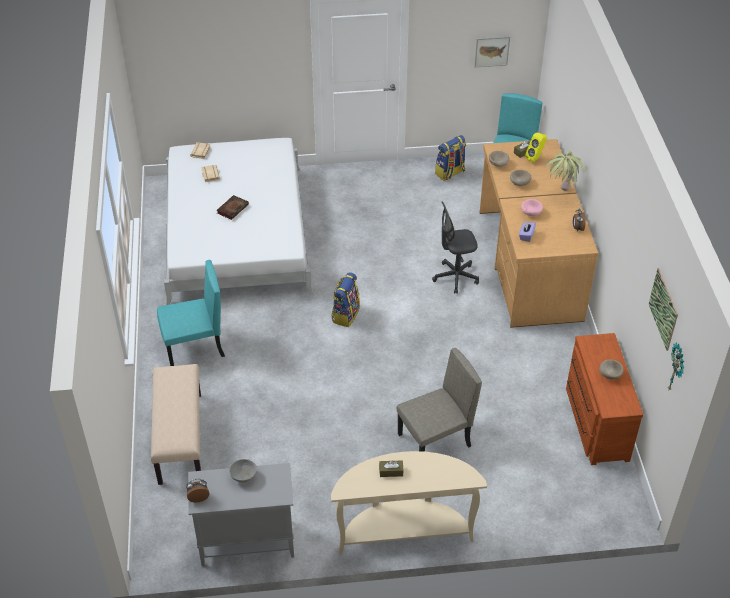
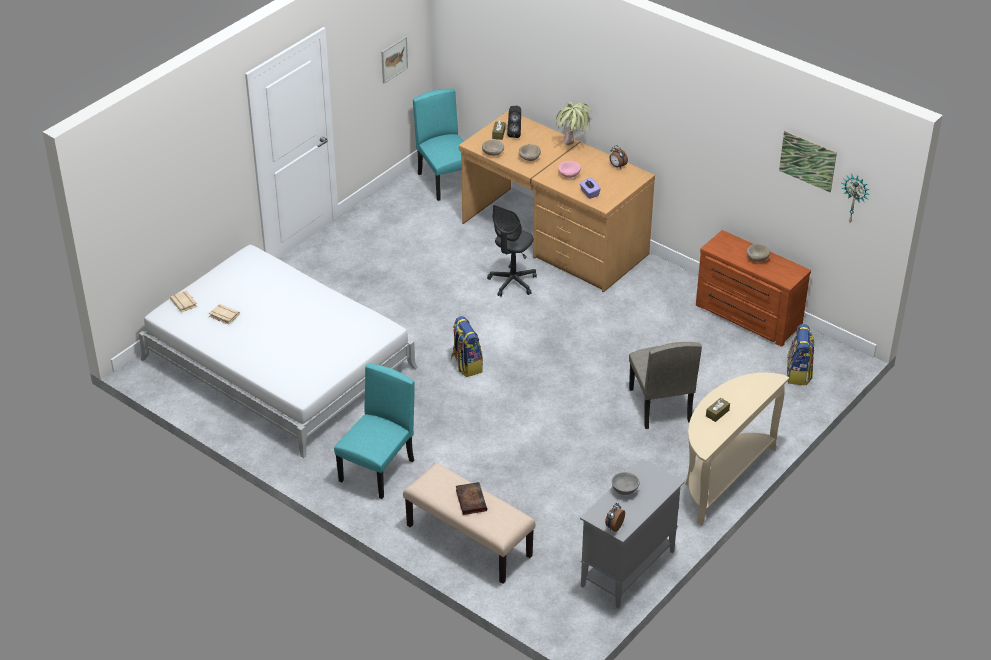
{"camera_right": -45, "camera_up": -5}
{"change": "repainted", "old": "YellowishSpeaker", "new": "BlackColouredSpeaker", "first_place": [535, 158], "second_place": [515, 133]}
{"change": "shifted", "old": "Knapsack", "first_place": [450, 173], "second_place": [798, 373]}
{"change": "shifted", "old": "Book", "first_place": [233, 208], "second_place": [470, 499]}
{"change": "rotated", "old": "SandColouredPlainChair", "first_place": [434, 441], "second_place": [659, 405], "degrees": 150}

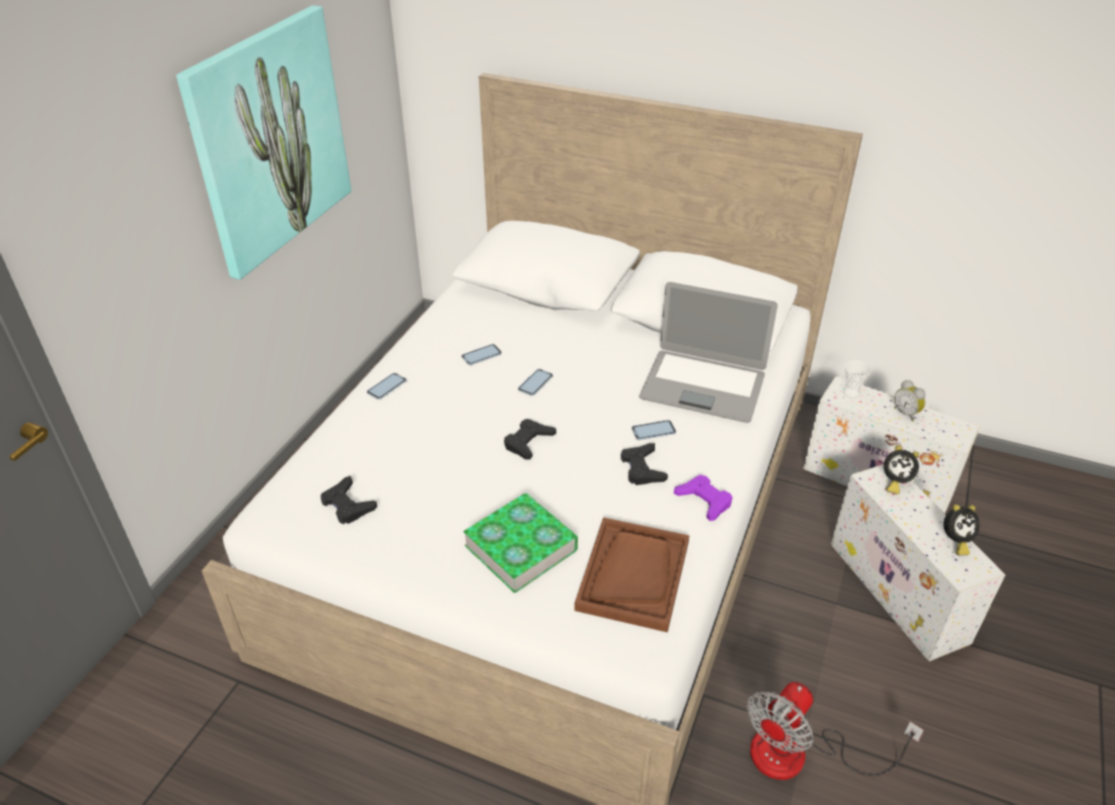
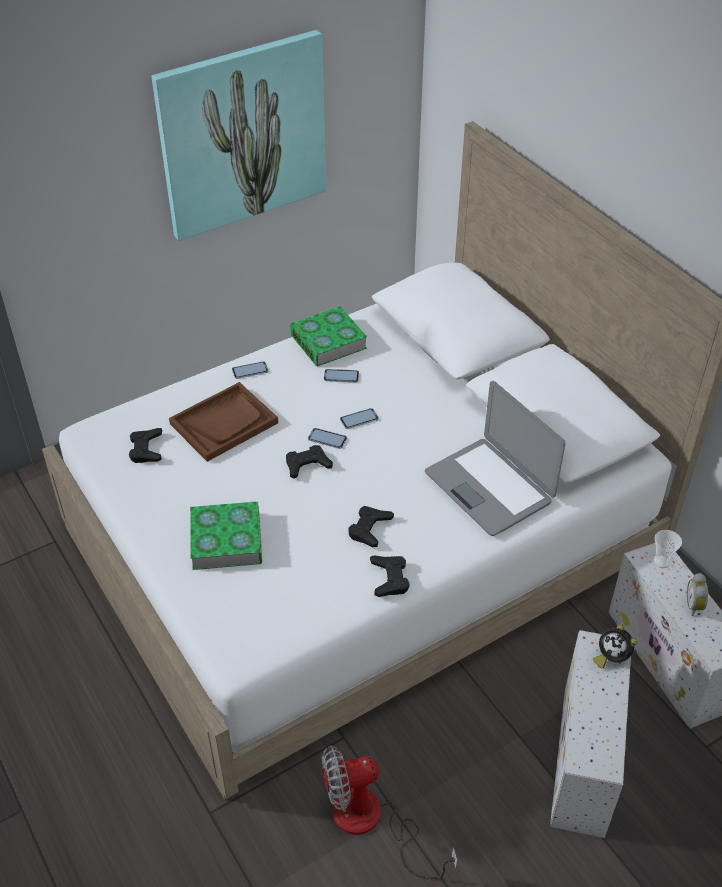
{"camera_right": 35, "camera_up": 5}
{"change": "shifted", "old": "Telephone", "first_place": [653, 431], "second_place": [327, 439]}
{"change": "repainted", "old": "PurpleColouredJoypad", "new": "BlackColouredJoypad", "first_place": [704, 501], "second_place": [389, 578]}
{"change": "gone", "old": "BedsideClock", "first_place": [954, 541]}
{"change": "shifted", "old": "BrownServingTray", "first_place": [633, 575], "second_place": [224, 423]}
{"change": "new", "new": "Book", "second_place": [328, 341]}

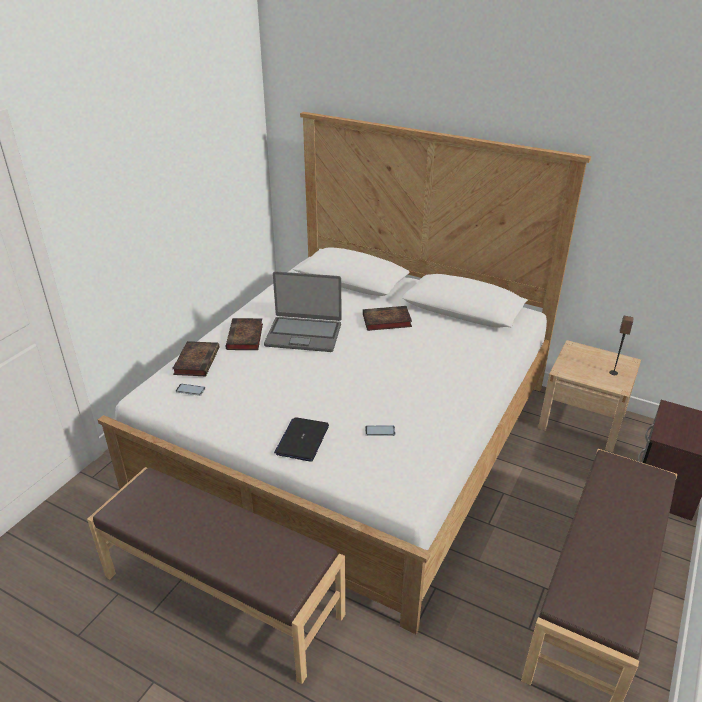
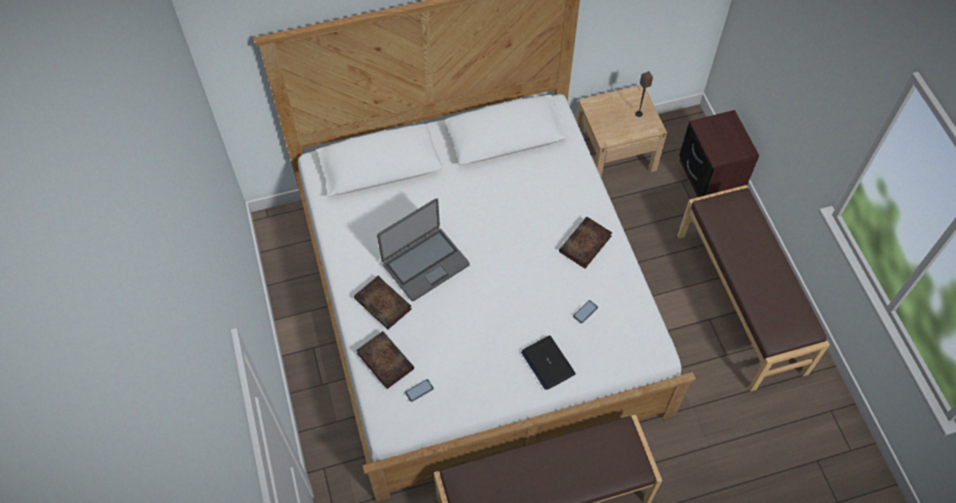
{"camera_right": -45, "camera_up": 25}
{"change": "shifted", "old": "Book", "first_place": [385, 321], "second_place": [585, 245]}

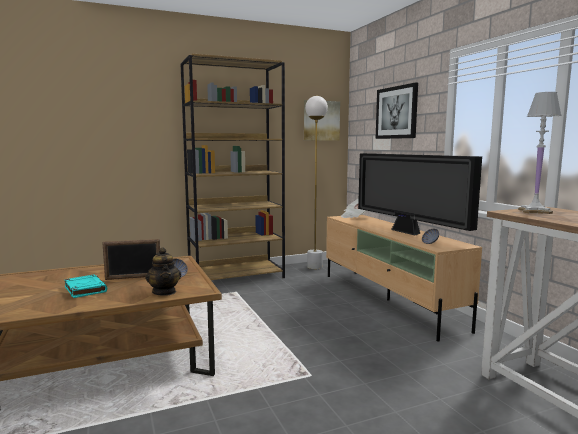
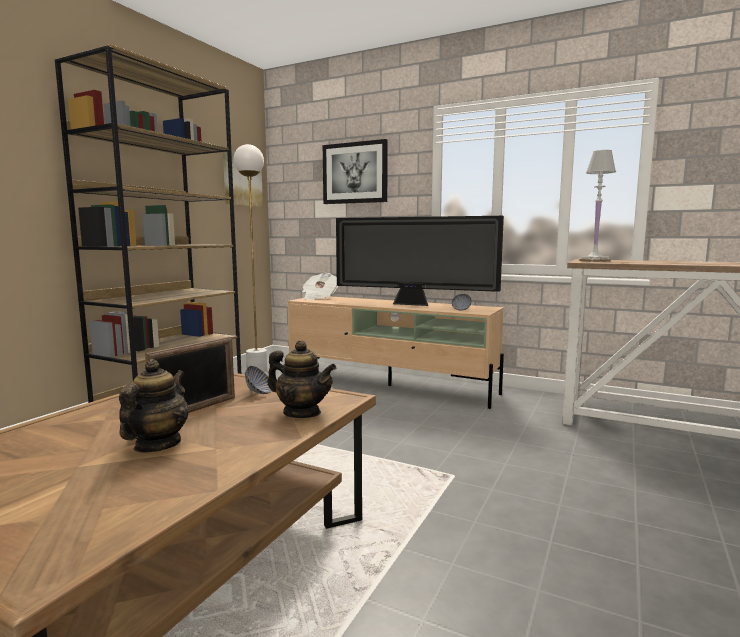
{"camera_right": -40, "camera_up": 0}
{"change": "swapped", "old": "BlueGreenBook", "new": "TeaPot", "first_place": [85, 289], "second_place": [157, 445]}

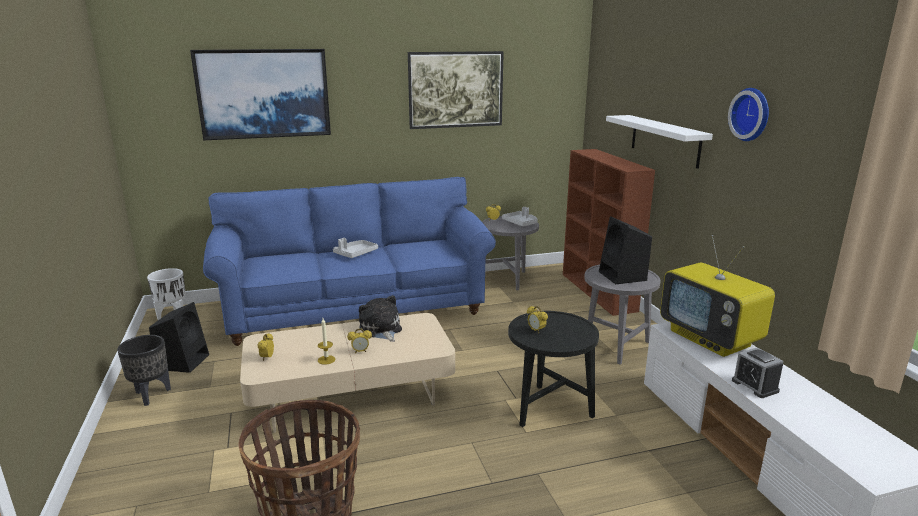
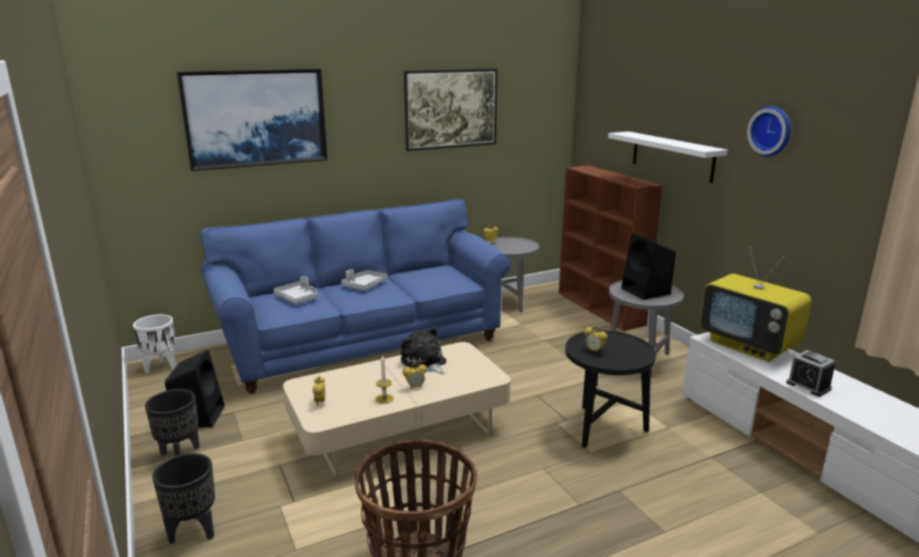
{"camera_right": -10, "camera_up": 0}
{"change": "shifted", "old": "GrayServingTray", "first_place": [520, 223], "second_place": [298, 298]}
{"change": "new", "new": "BlackColouredPlanter", "second_place": [192, 532]}

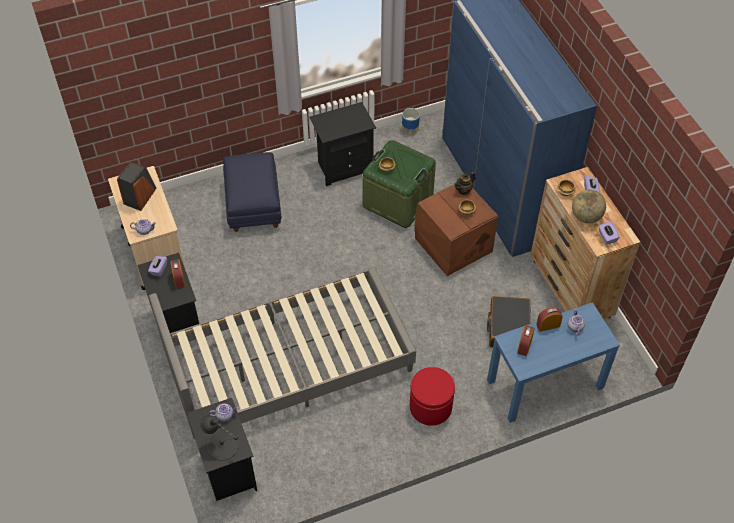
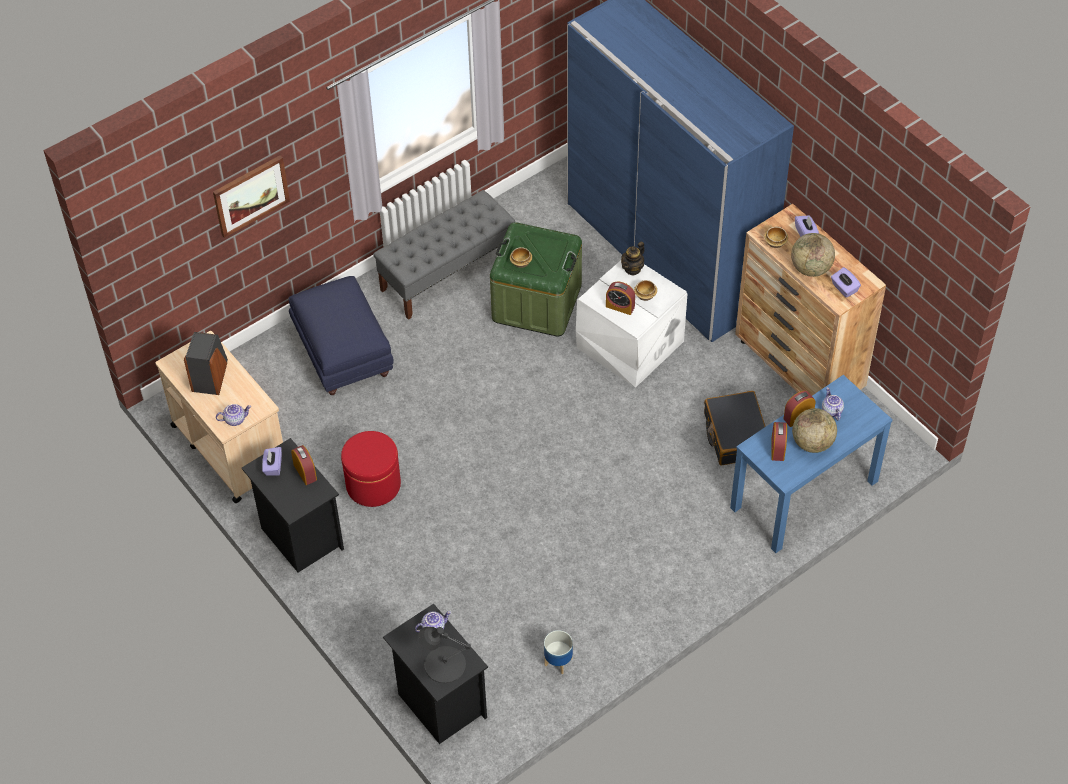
{"camera_right": -15, "camera_up": 0}
{"change": "swapped", "old": "BlackColouredNightTable", "new": "GrayBench", "first_place": [344, 167], "second_place": [447, 273]}
{"change": "shifted", "old": "Planter", "first_place": [410, 130], "second_place": [558, 661]}
{"change": "repainted", "old": "BrownStorageBin", "new": "WhiteColouredStorageBin", "first_place": [453, 246], "second_place": [630, 346]}
{"change": "gone", "old": "GraySleepingBed", "first_place": [289, 364]}
{"change": "shifted", "old": "RedColouredPouffe", "first_place": [430, 407], "second_place": [373, 485]}
{"change": "new", "new": "Picture", "second_place": [250, 195]}
{"change": "new", "new": "BedsideClock", "second_place": [620, 306]}
{"change": "new", "new": "DeskGlobe", "second_place": [812, 443]}

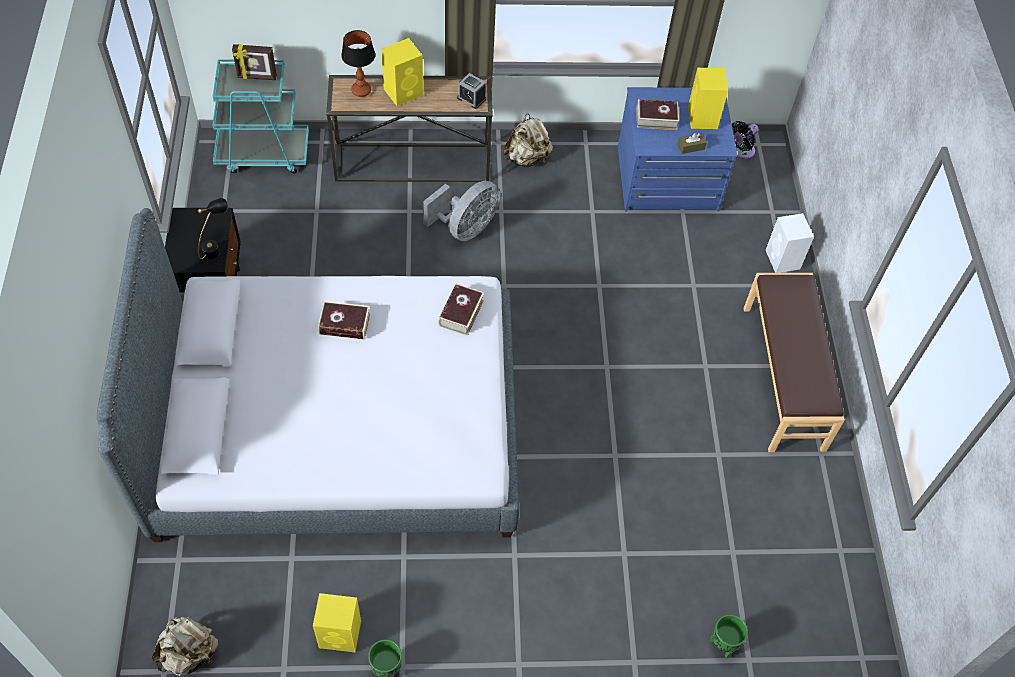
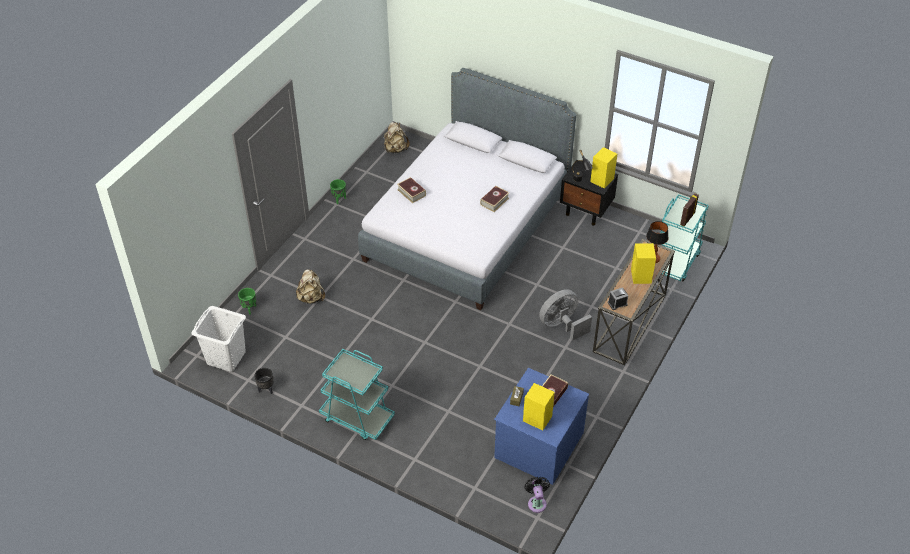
{"camera_right": 125, "camera_up": -10}
{"change": "shifted", "old": "SandColouredKnapsack", "first_place": [527, 158], "second_place": [311, 298]}
{"change": "rotated", "old": "GrayElectricFan", "first_place": [466, 228], "second_place": [562, 325], "degrees": 75}
{"change": "gone", "old": "WhiteColouredSpeaker", "first_place": [783, 260]}
{"change": "swapped", "old": "BrownBench", "new": "BlueGreenWheeledCart", "first_place": [784, 377], "second_place": [357, 418]}
{"change": "shifted", "old": "Book", "first_place": [461, 313], "second_place": [411, 192]}
{"change": "shifted", "old": "YellowishSpeaker", "first_place": [341, 634], "second_place": [601, 180]}
{"change": "new", "new": "WhiteColouredWashingBasket", "second_place": [226, 357]}
{"change": "new", "new": "BlackColouredPlanter", "second_place": [266, 389]}

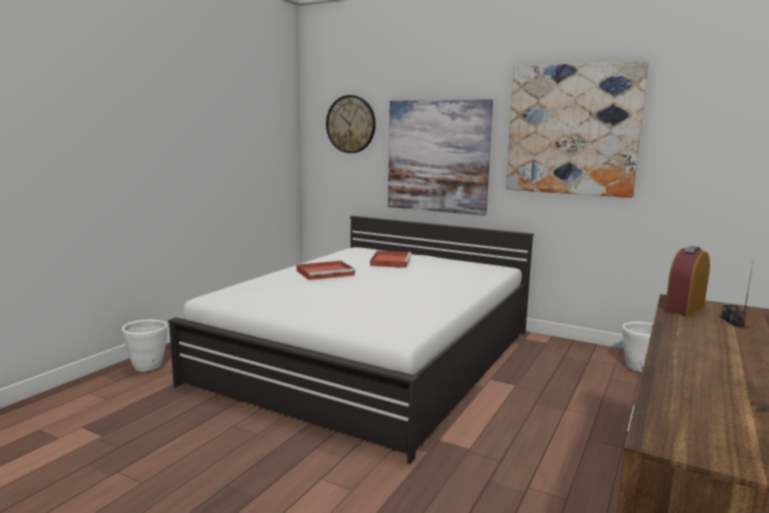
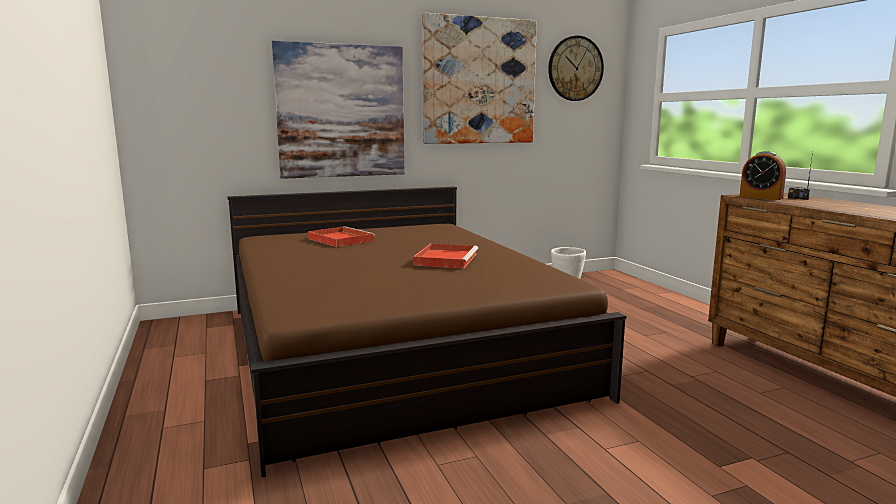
{"camera_right": -50, "camera_up": 0}
{"change": "shifted", "old": "WallClock", "first_place": [351, 124], "second_place": [575, 68]}
{"change": "repainted", "old": "WhiteColouredSleepingBed", "new": "BrownSleepingBed", "first_place": [373, 355], "second_place": [391, 348]}
{"change": "rotated", "old": "BedsideClock", "first_place": [684, 308], "second_place": [760, 197], "degrees": -45}
{"change": "shifted", "old": "RedColouredServingTray", "first_place": [326, 272], "second_place": [446, 259]}
{"change": "gone", "old": "WhiteColouredPlanter", "first_place": [148, 367]}

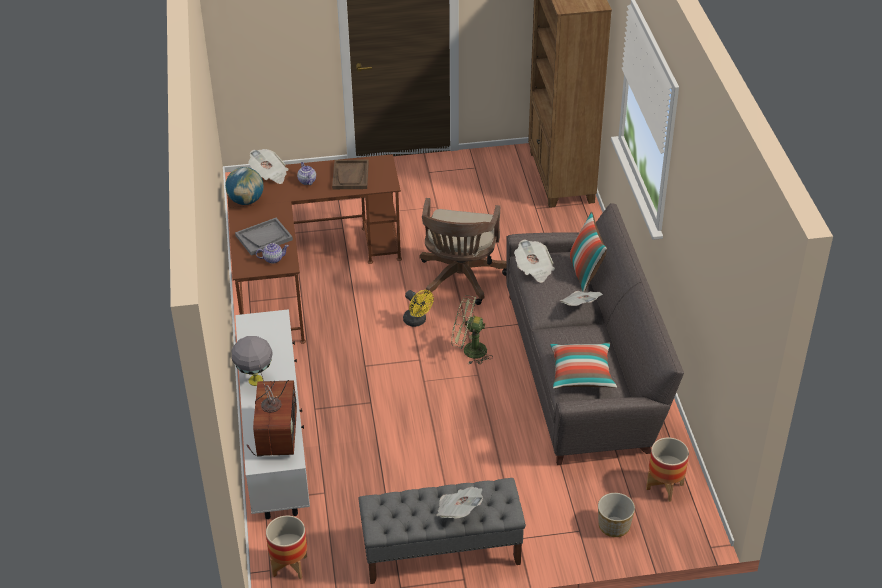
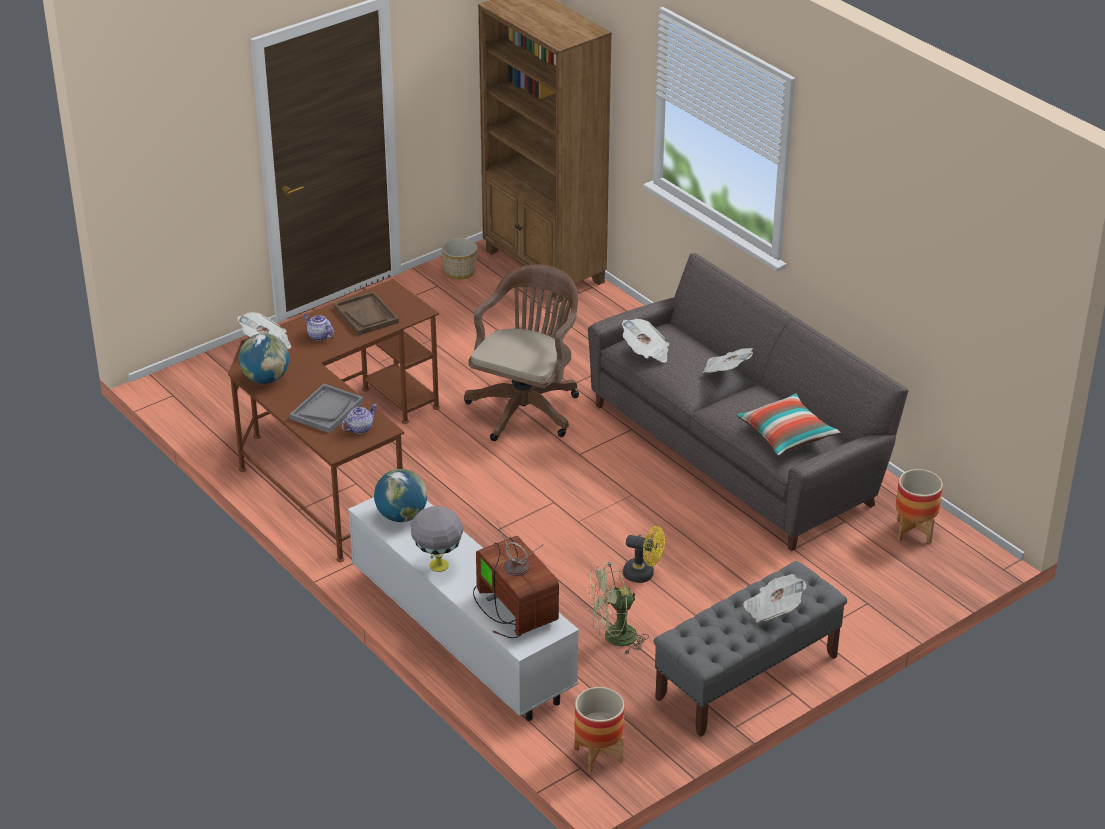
{"camera_right": -30, "camera_up": -5}
{"change": "rotated", "old": "BrownDeskChair", "first_place": [460, 280], "second_place": [526, 407], "degrees": -135}
{"change": "gone", "old": "ThrowPillow", "first_place": [585, 273]}
{"change": "shifted", "old": "YellowishElectricFan", "first_place": [417, 321], "second_place": [643, 574]}
{"change": "shifted", "old": "GreenishElectricFan", "first_place": [469, 350], "second_place": [613, 638]}
{"change": "shifted", "old": "Planter", "first_place": [613, 526], "second_place": [459, 272]}
{"change": "new", "new": "DeskGlobe", "second_place": [401, 516]}

